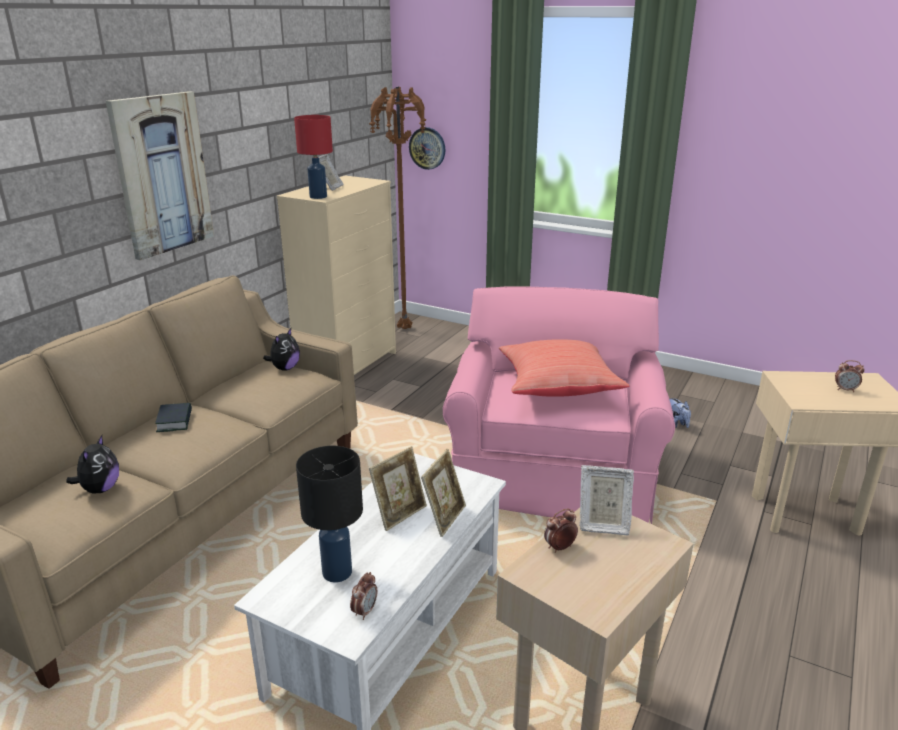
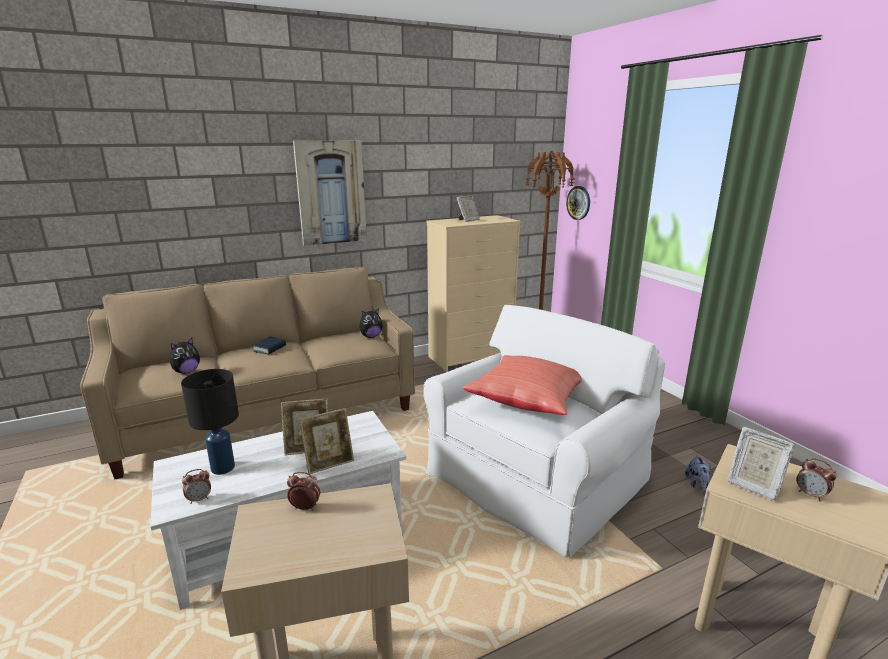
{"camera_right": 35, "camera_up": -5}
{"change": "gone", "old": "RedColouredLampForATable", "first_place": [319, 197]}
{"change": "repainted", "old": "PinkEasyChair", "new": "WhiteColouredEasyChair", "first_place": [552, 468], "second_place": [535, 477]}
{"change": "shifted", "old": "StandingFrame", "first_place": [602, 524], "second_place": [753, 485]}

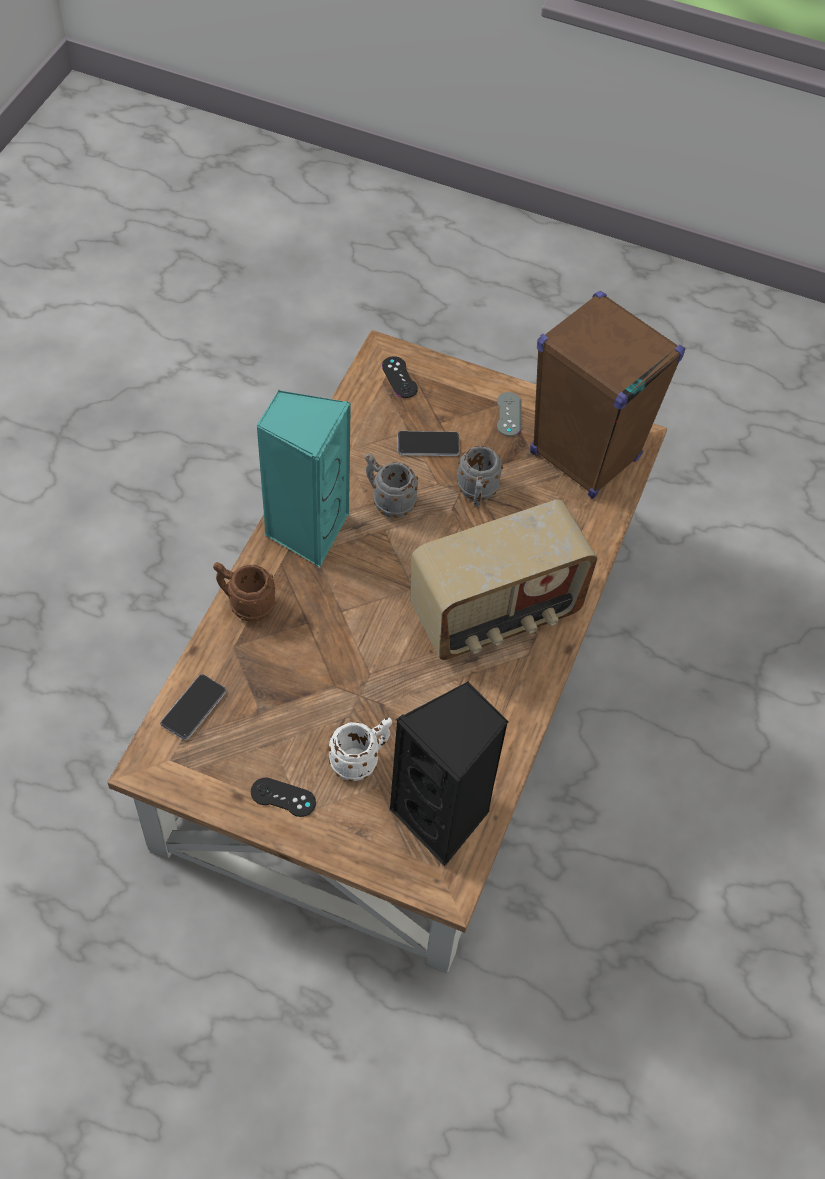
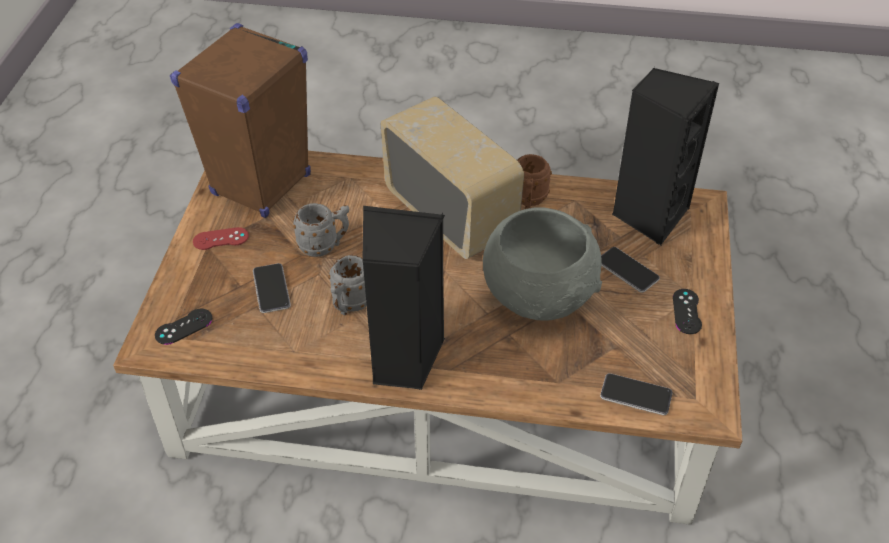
{"camera_right": -100, "camera_up": -10}
{"change": "repainted", "old": "BlueGreenSpeaker", "new": "BlackColouredSpeaker", "first_place": [305, 529], "second_place": [402, 359]}
{"change": "repainted", "old": "GrayJoypad", "new": "RedColouredJoypad", "first_place": [509, 414], "second_place": [221, 239]}
{"change": "shifted", "old": "BrownMug", "first_place": [245, 604], "second_place": [528, 201]}
{"change": "swapped", "old": "WhiteColouredMug", "new": "Telephone", "first_place": [361, 760], "second_place": [627, 270]}
{"change": "new", "new": "GrayBowl", "second_place": [540, 296]}

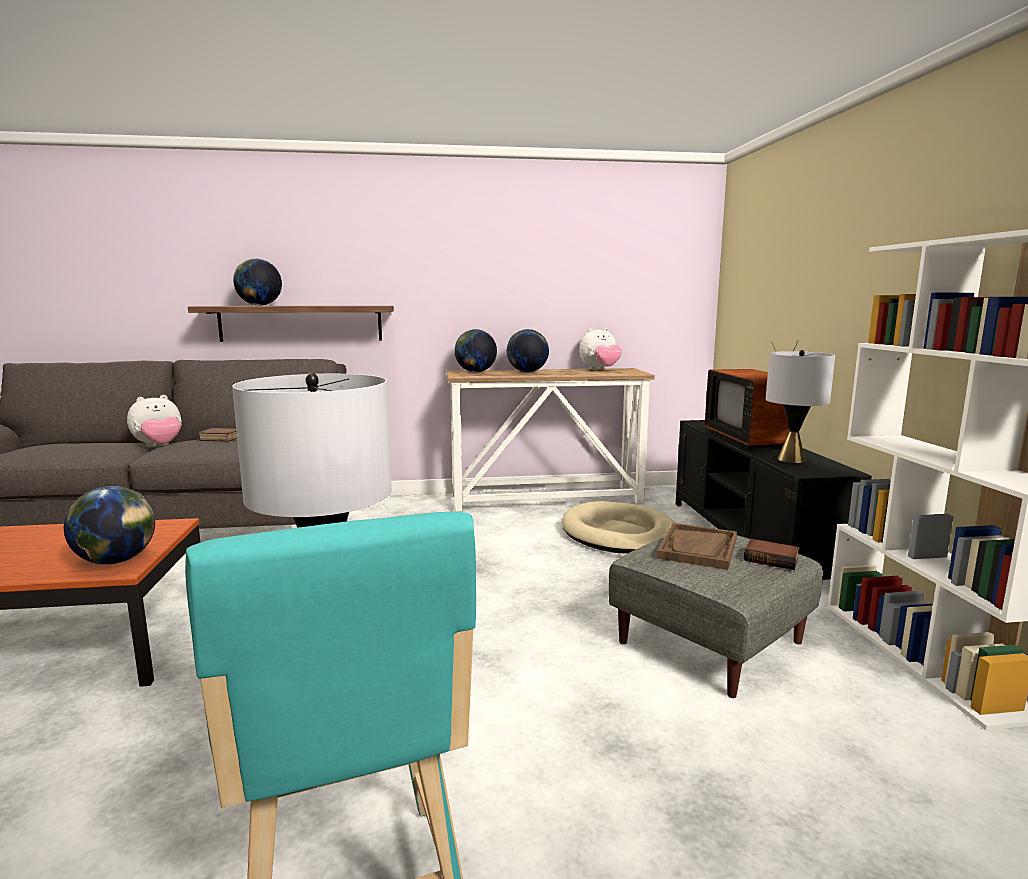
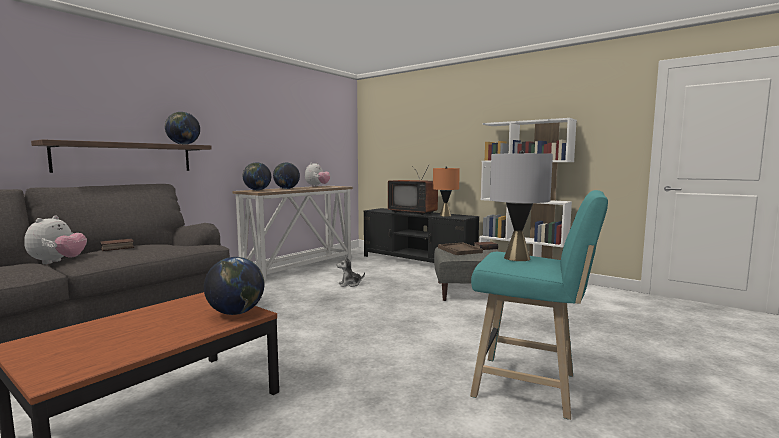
{"camera_right": -45, "camera_up": -5}
{"change": "shifted", "old": "DeskGlobe", "first_place": [259, 305], "second_place": [183, 144]}
{"change": "repainted", "old": "GrayLampForATable", "new": "OrangeyLampForATable", "first_place": [791, 459], "second_place": [445, 215]}
{"change": "gone", "old": "SandColouredDogCushion", "first_place": [619, 534]}
{"change": "new", "new": "SoftToy", "second_place": [350, 284]}

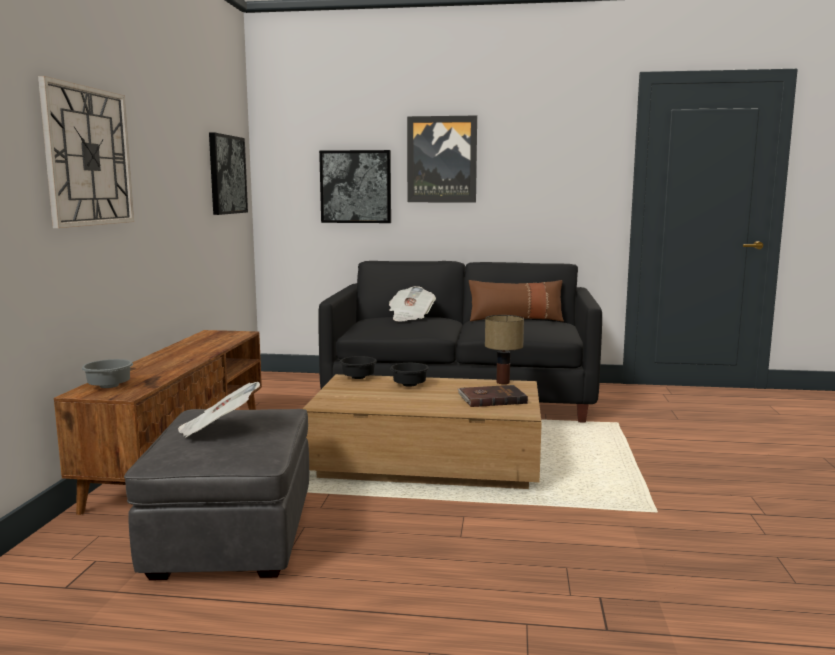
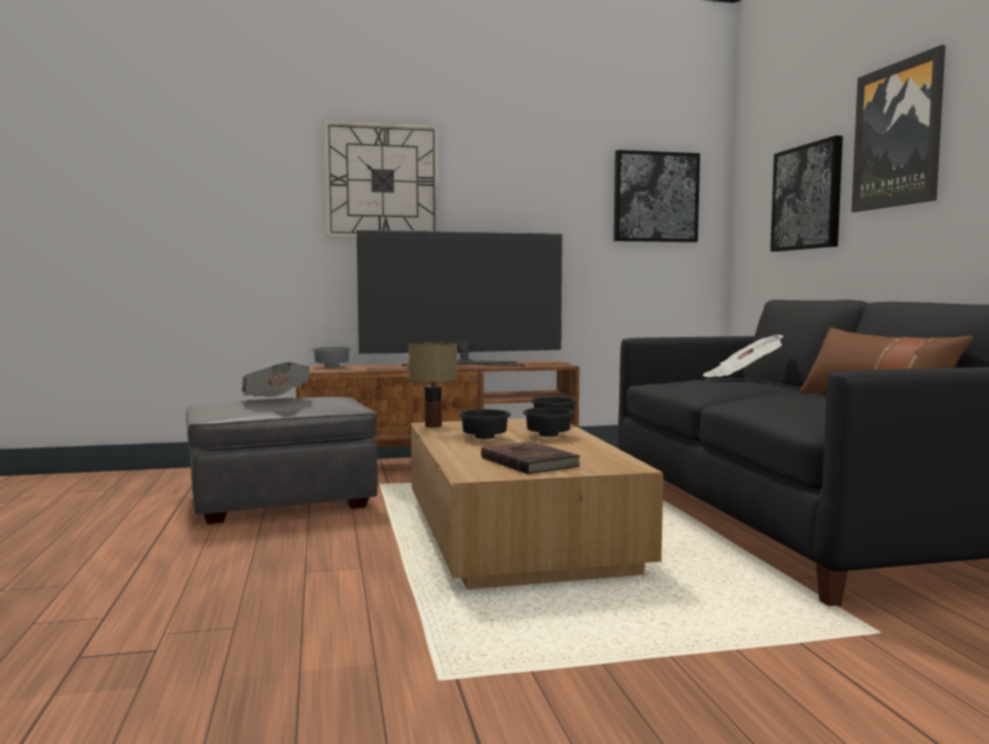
{"camera_right": 70, "camera_up": -5}
{"change": "shifted", "old": "LampForATable", "first_place": [502, 382], "second_place": [432, 426]}
{"change": "new", "new": "Television", "second_place": [464, 365]}
{"change": "new", "new": "BlackColouredBowl", "second_place": [486, 438]}

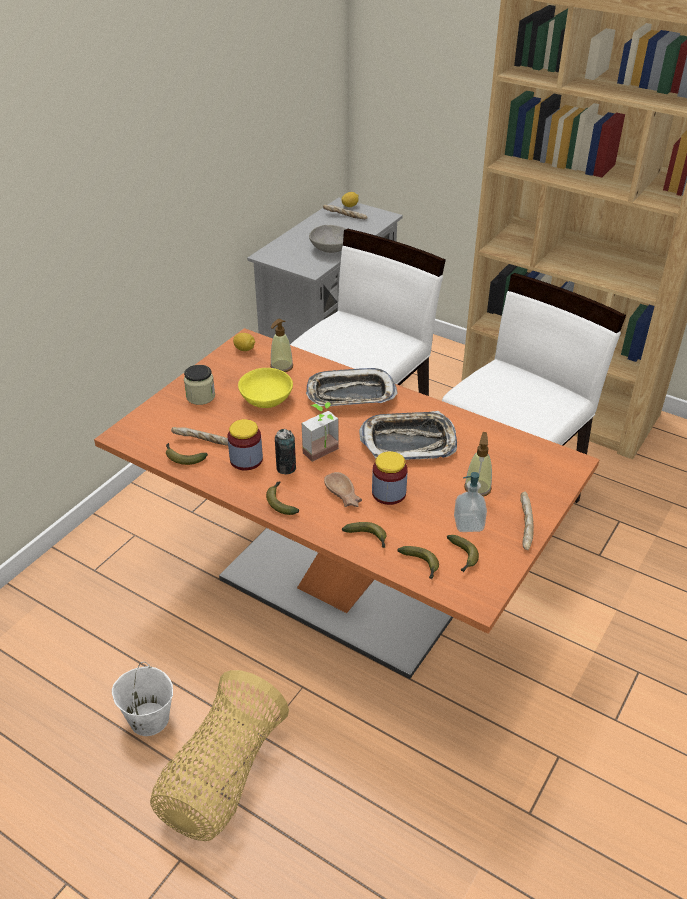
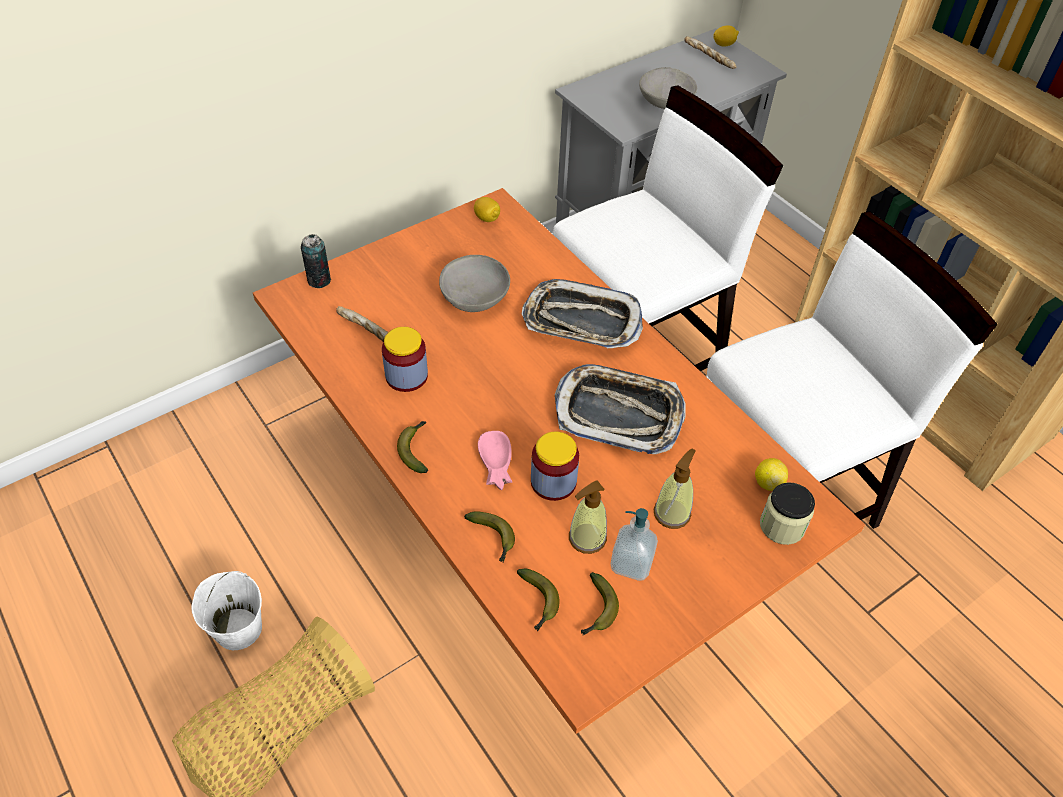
{"camera_right": 20, "camera_up": 10}
{"change": "shifted", "old": "LiquidSoapBottle", "first_place": [281, 366], "second_place": [587, 538]}
{"change": "shifted", "old": "StorageJar", "first_place": [200, 396], "second_place": [782, 526]}
{"change": "repainted", "old": "YellowishBowl", "new": "GrayBowl", "first_place": [267, 400], "second_place": [475, 298]}
{"change": "gone", "old": "Houseplant", "first_place": [324, 454]}
{"change": "shifted", "old": "SealedCan", "first_place": [286, 468], "second_place": [319, 280]}
{"change": "gone", "old": "WholeBanana", "first_place": [183, 457]}
{"change": "repainted", "old": "BrownBowl", "new": "PinkBowl", "first_place": [342, 495], "second_place": [494, 465]}
{"change": "gone", "old": "BakeryBread", "first_place": [524, 526]}
{"change": "new", "new": "WholeLemon", "second_place": [768, 483]}

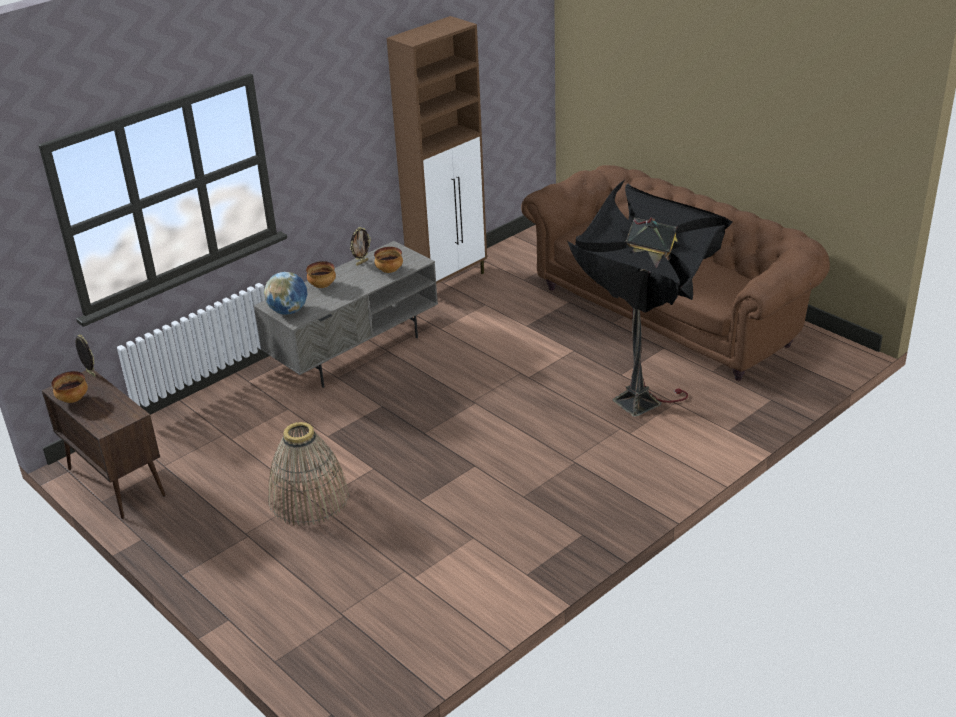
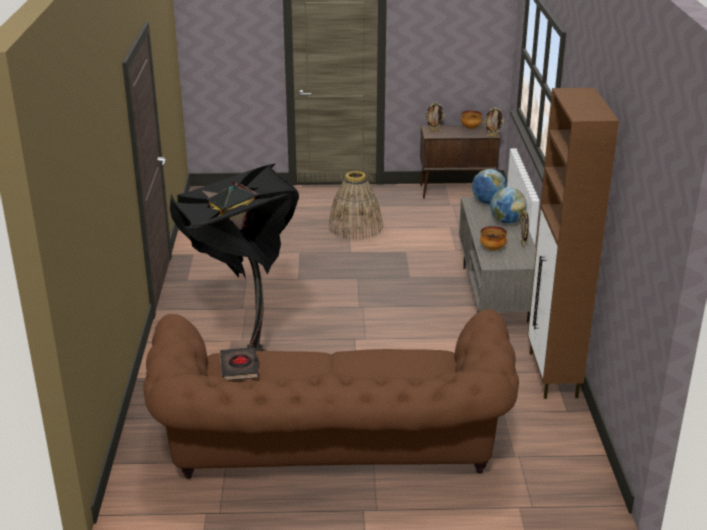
{"camera_right": 130, "camera_up": -5}
{"change": "swapped", "old": "Bowl", "new": "DeskGlobe", "first_place": [322, 286], "second_place": [506, 221]}
{"change": "new", "new": "StandingFrame", "second_place": [434, 131]}
{"change": "new", "new": "BlackColouredBook", "second_place": [239, 367]}

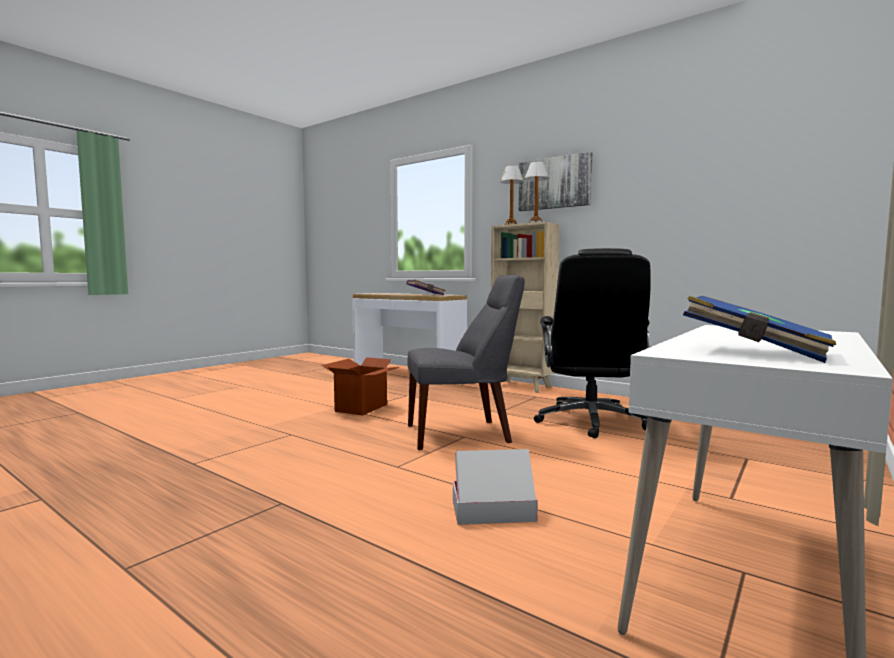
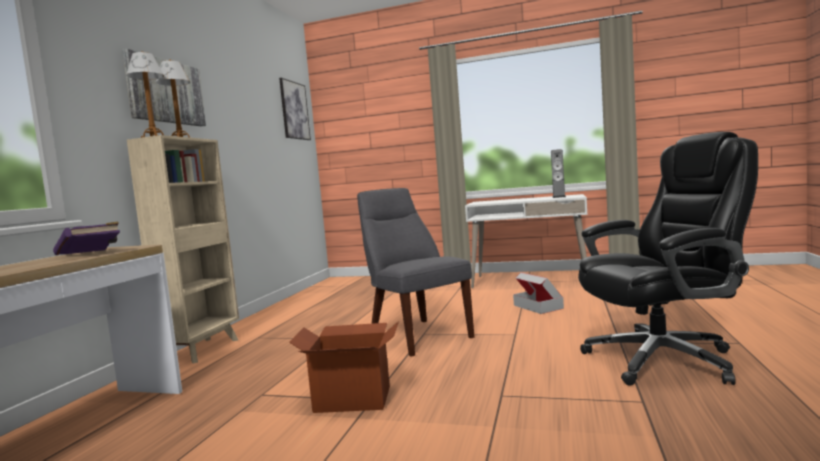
{"camera_right": -110, "camera_up": 0}
{"change": "shifted", "old": "BlackColouredDeskChair", "first_place": [591, 422], "second_place": [663, 359]}
{"change": "swapped", "old": "BlueColouredBook", "new": "Speaker", "first_place": [755, 352], "second_place": [559, 197]}
{"change": "new", "new": "Picture", "second_place": [294, 110]}

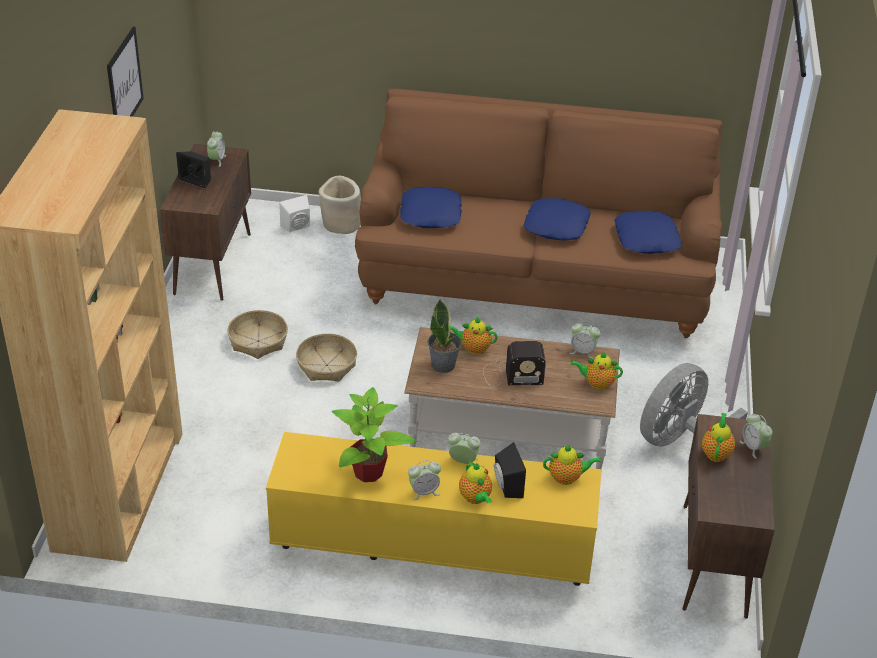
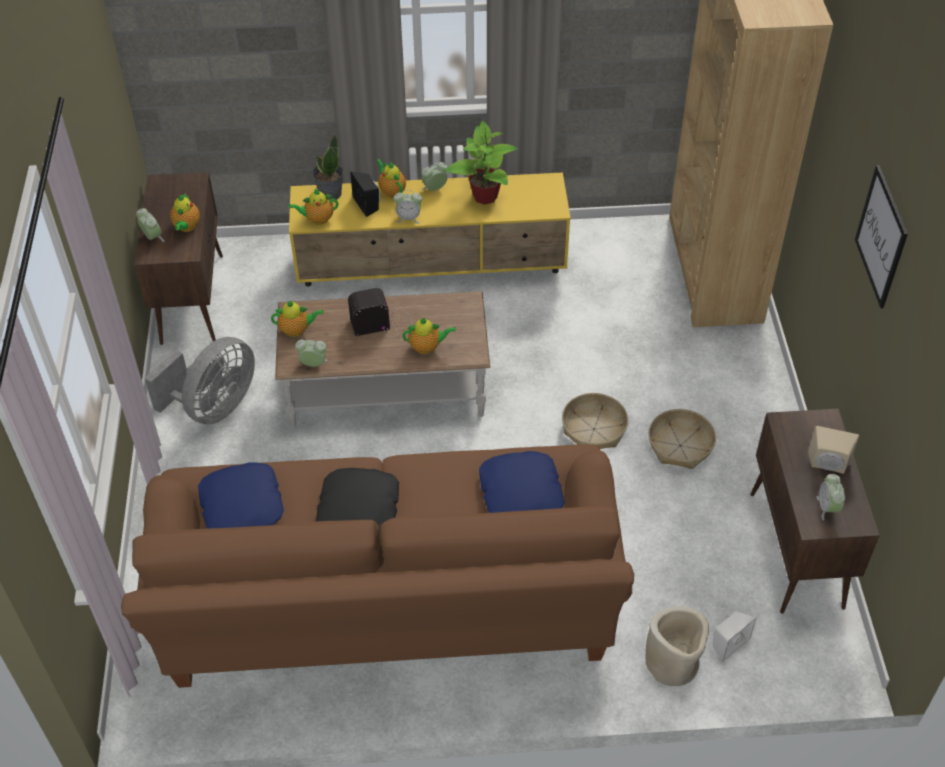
{"camera_right": 170, "camera_up": 10}
{"change": "repainted", "old": "BlackColouredSpeaker", "new": "SandColouredSpeaker", "first_place": [197, 179], "second_place": [827, 465]}
{"change": "repainted", "old": "BlueColouredThrowPillow", "new": "BlackColouredThrowPillow", "first_place": [555, 226], "second_place": [359, 510]}
{"change": "shifted", "old": "Houseplant", "first_place": [443, 365], "second_place": [330, 193]}

